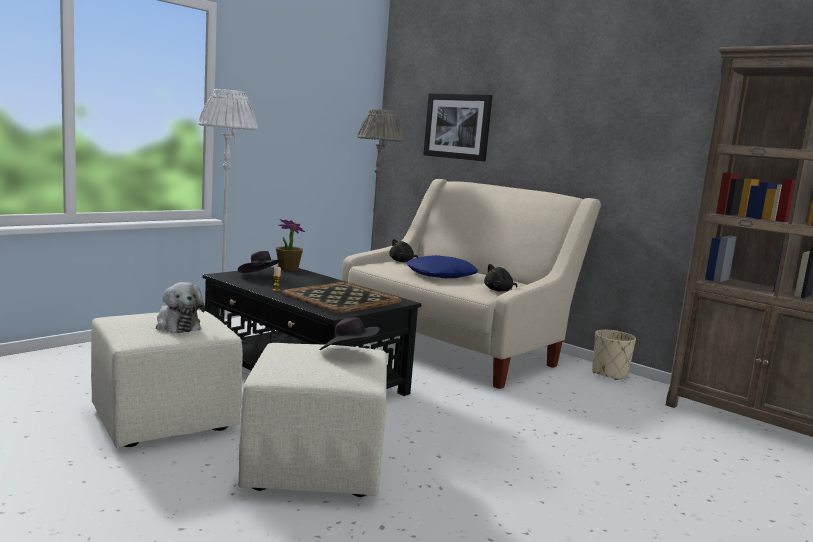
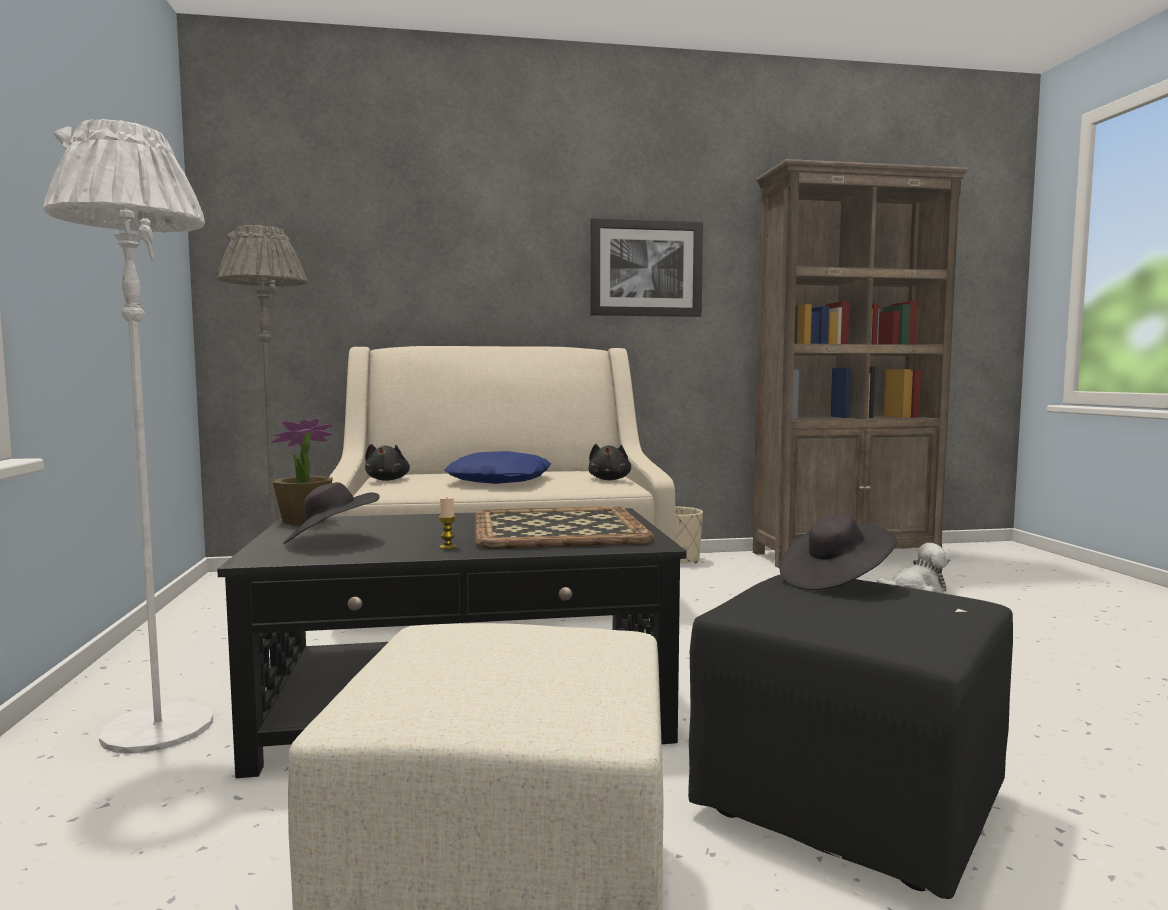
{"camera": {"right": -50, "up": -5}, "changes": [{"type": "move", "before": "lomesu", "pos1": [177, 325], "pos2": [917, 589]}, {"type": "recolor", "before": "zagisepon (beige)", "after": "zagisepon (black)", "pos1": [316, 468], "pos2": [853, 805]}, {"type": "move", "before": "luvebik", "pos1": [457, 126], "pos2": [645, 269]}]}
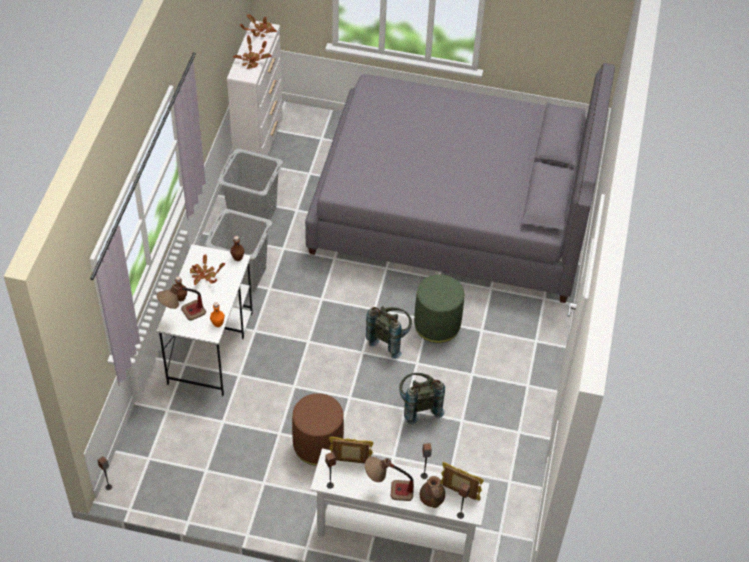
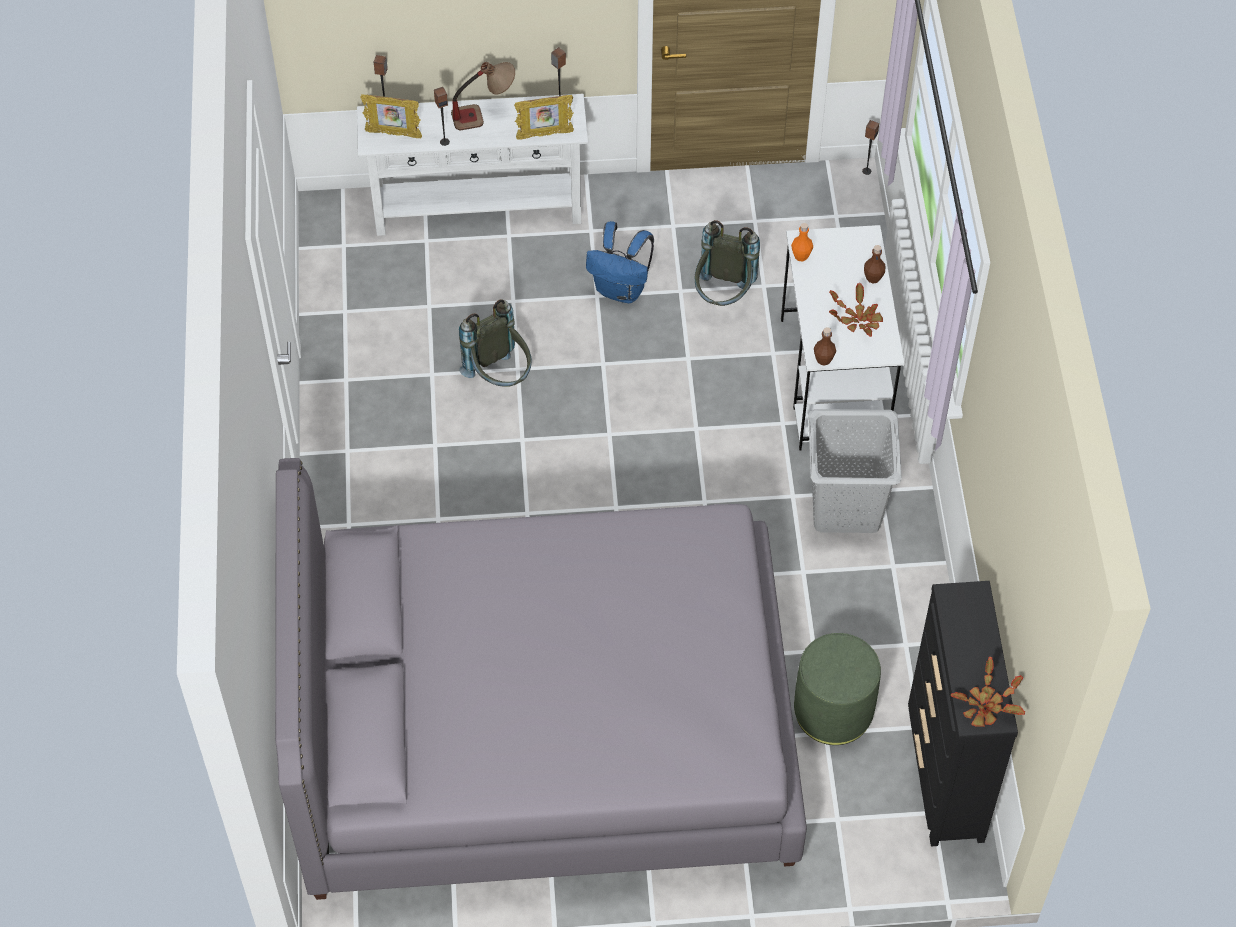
{"camera": {"right": 165, "up": 5}, "changes": [{"type": "delete", "before": "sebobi", "pos1": [182, 316]}, {"type": "delete", "before": "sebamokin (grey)", "pos1": [253, 214]}, {"type": "recolor", "before": "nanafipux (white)", "after": "nanafipux (black)", "pos1": [259, 143], "pos2": [945, 773]}, {"type": "delete", "before": "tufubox", "pos1": [252, 60]}, {"type": "replace", "before": "zagisepon (brown)", "after": "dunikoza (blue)", "pos1": [317, 444], "pos2": [621, 289]}, {"type": "move", "before": "dunikoza (grey)", "pos1": [390, 339], "pos2": [722, 297]}, {"type": "move", "before": "zagisepon (green)", "pos1": [437, 325], "pos2": [833, 710]}, {"type": "delete", "before": "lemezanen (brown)", "pos1": [432, 499]}]}
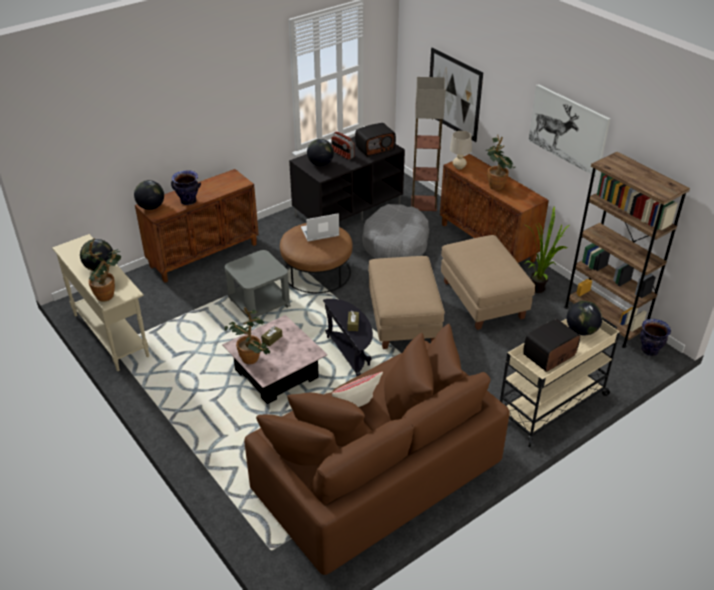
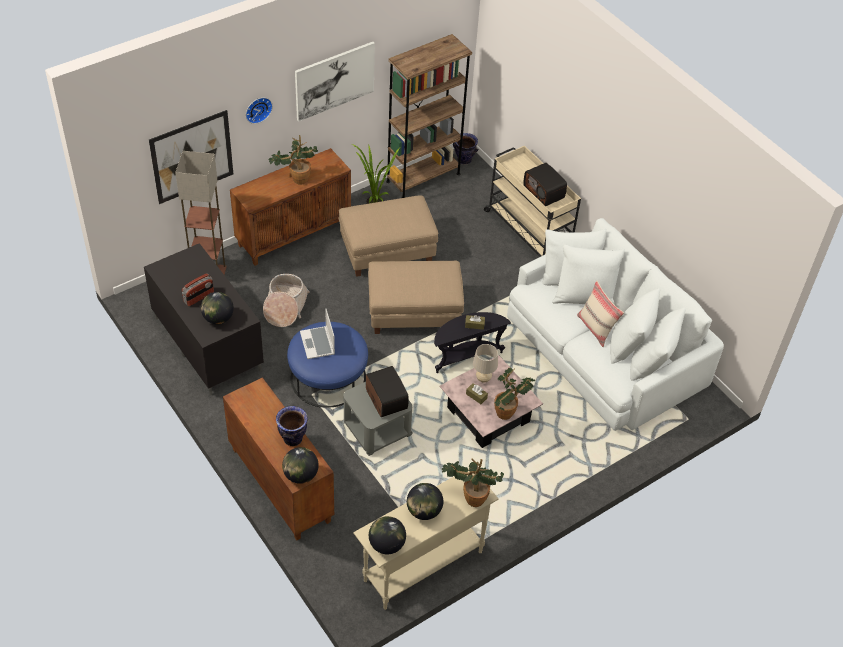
{"camera": {"right": -90, "up": 10}, "changes": [{"type": "recolor", "before": "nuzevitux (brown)", "after": "nuzevitux (white)", "pos1": [372, 471], "pos2": [604, 351]}, {"type": "recolor", "before": "zagisepon (brown)", "after": "zagisepon (blue)", "pos1": [317, 272], "pos2": [328, 377]}, {"type": "move", "before": "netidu", "pos1": [375, 148], "pos2": [385, 399]}, {"type": "replace", "before": "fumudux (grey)", "after": "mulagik", "pos1": [396, 244], "pos2": [285, 307]}, {"type": "move", "before": "sebobi (beige)", "pos1": [459, 167], "pos2": [483, 379]}, {"type": "move", "before": "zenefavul", "pos1": [581, 331], "pos2": [387, 545]}, {"type": "insert", "after": "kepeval", "pos2": [257, 109]}]}
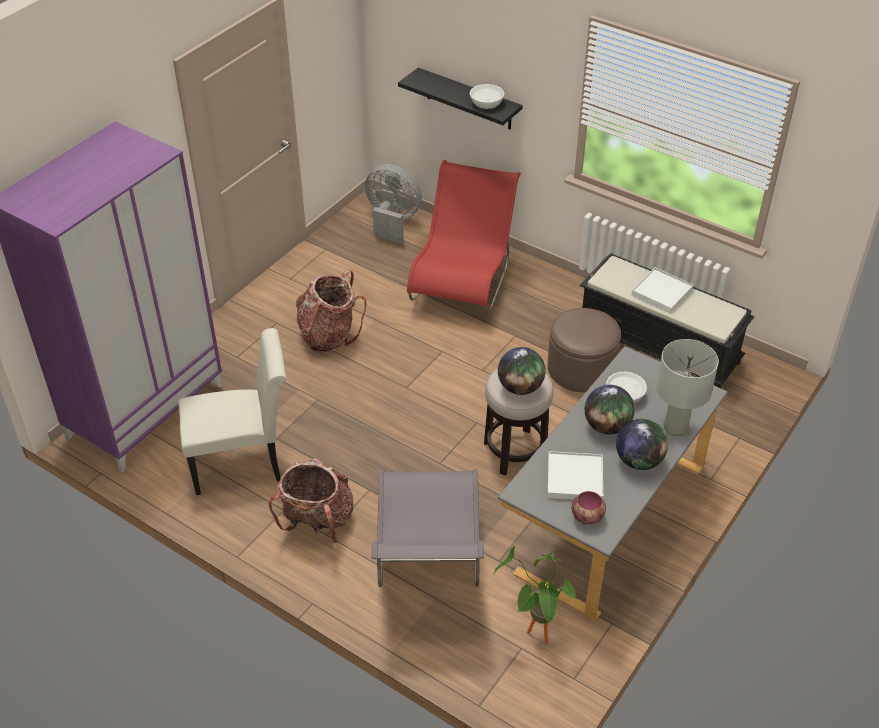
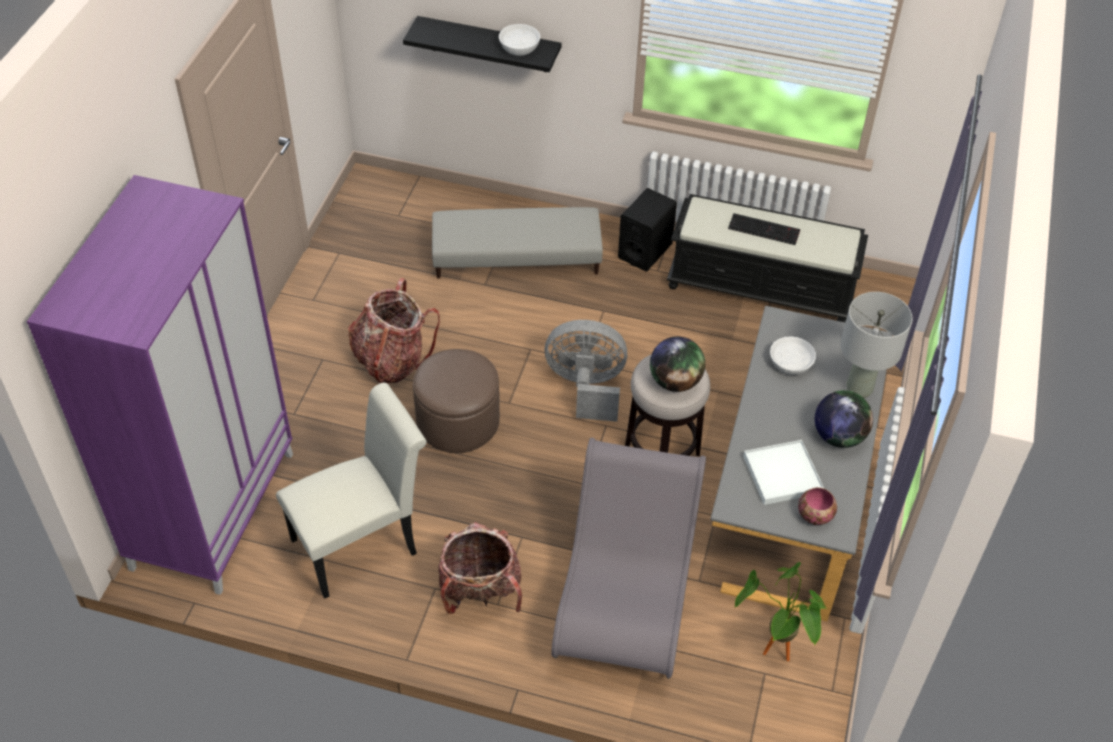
{"camera": {"right": -20, "up": 5}, "changes": [{"type": "move", "before": "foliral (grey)", "pos1": [392, 221], "pos2": [586, 387]}, {"type": "rotate", "before": "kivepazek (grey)", "pos1": [428, 562], "pos2": [624, 604], "turn": -150}, {"type": "replace", "before": "kivepazek (red)", "after": "zagisepon (grey)", "pos1": [463, 280], "pos2": [516, 256]}, {"type": "move", "before": "zagisepon (brown)", "pos1": [581, 368], "pos2": [458, 421]}, {"type": "delete", "before": "zenefavul", "pos1": [607, 426]}, {"type": "replace", "before": "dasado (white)", "after": "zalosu", "pos1": [662, 292], "pos2": [765, 229]}, {"type": "insert", "after": "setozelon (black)", "pos2": [645, 251]}]}
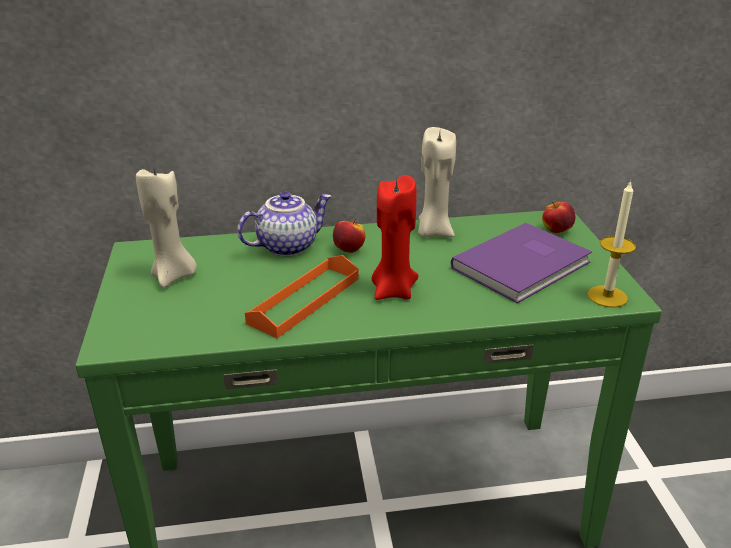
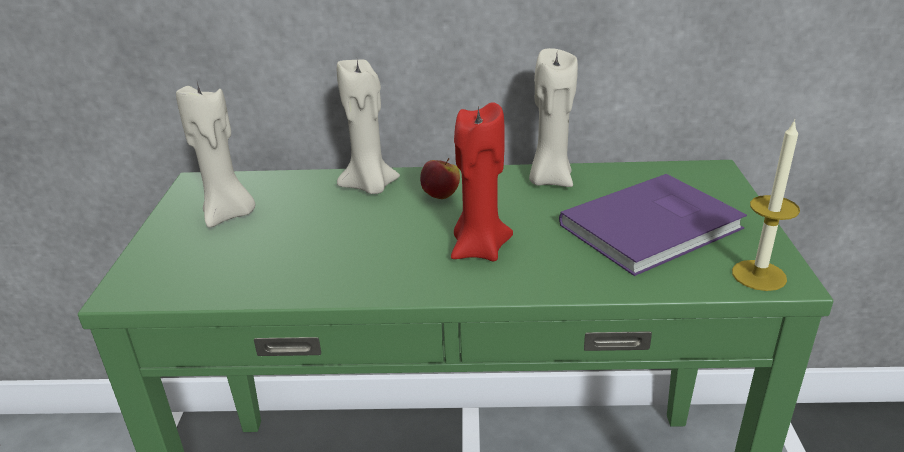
{"camera": {"right": 10, "up": 0}, "changes": [{"type": "replace", "before": "lemezanen", "after": "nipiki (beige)", "pos1": [287, 246], "pos2": [370, 187]}, {"type": "delete", "before": "dasado (orange)", "pos1": [304, 300]}, {"type": "delete", "before": "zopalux", "pos1": [556, 231]}]}
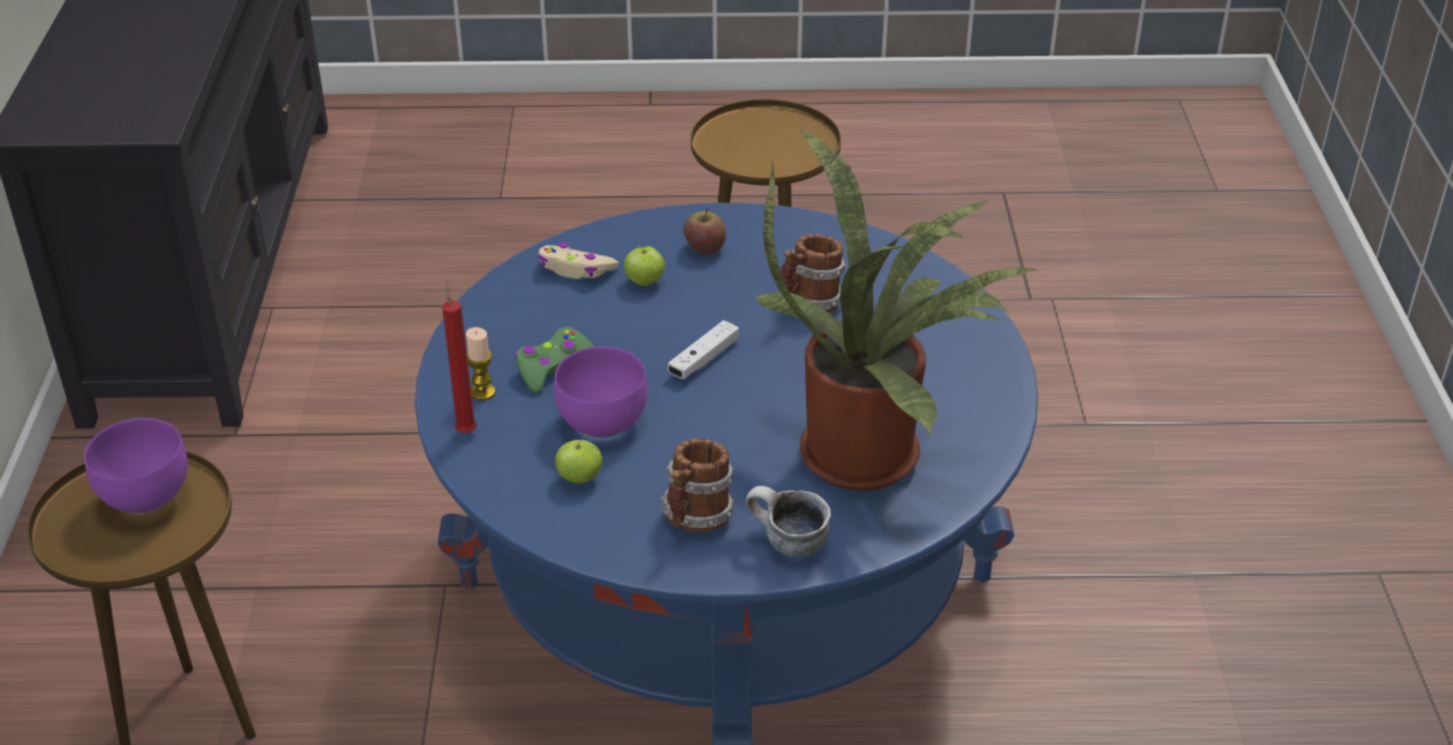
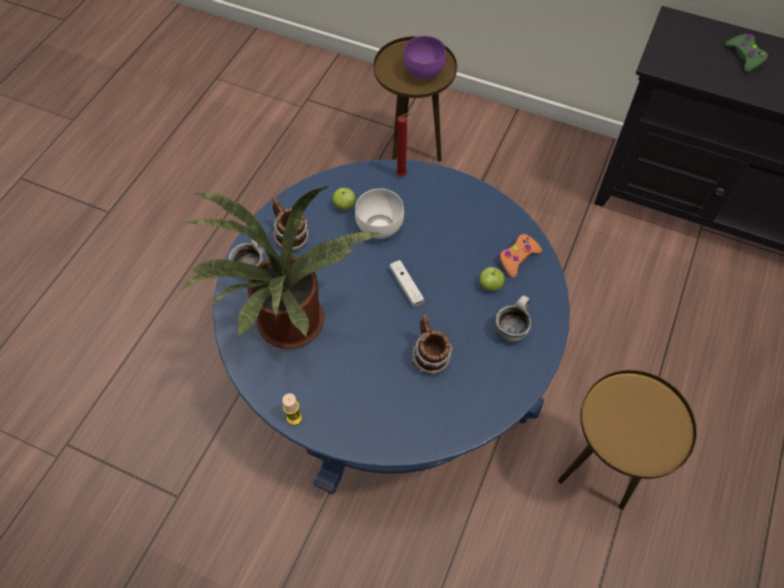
{"camera": {"right": 115, "up": 20}, "changes": [{"type": "move", "before": "nipiki", "pos1": [482, 392], "pos2": [294, 418]}, {"type": "move", "before": "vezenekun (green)", "pos1": [554, 367], "pos2": [744, 56]}, {"type": "recolor", "before": "vezenekun (beige)", "after": "vezenekun (orange)", "pos1": [576, 269], "pos2": [517, 258]}, {"type": "recolor", "before": "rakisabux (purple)", "after": "rakisabux (white)", "pos1": [601, 420], "pos2": [381, 227]}, {"type": "replace", "before": "zopalux", "after": "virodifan", "pos1": [704, 248], "pos2": [511, 327]}]}
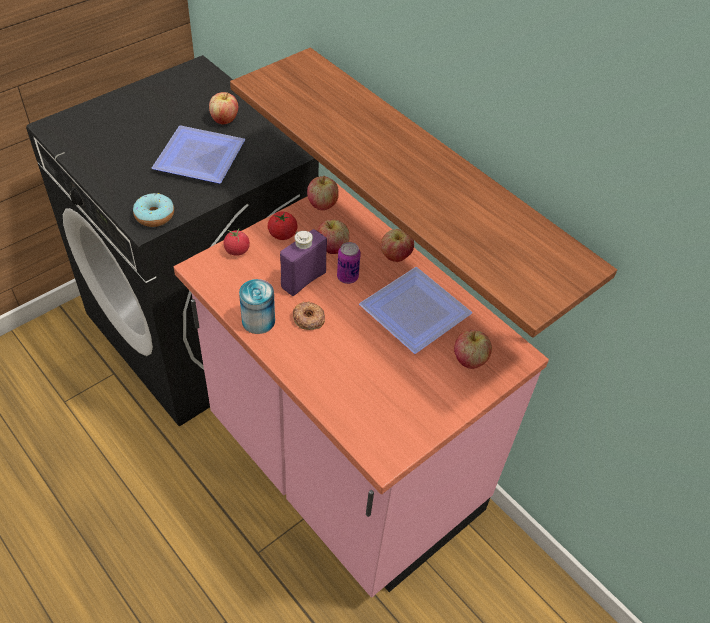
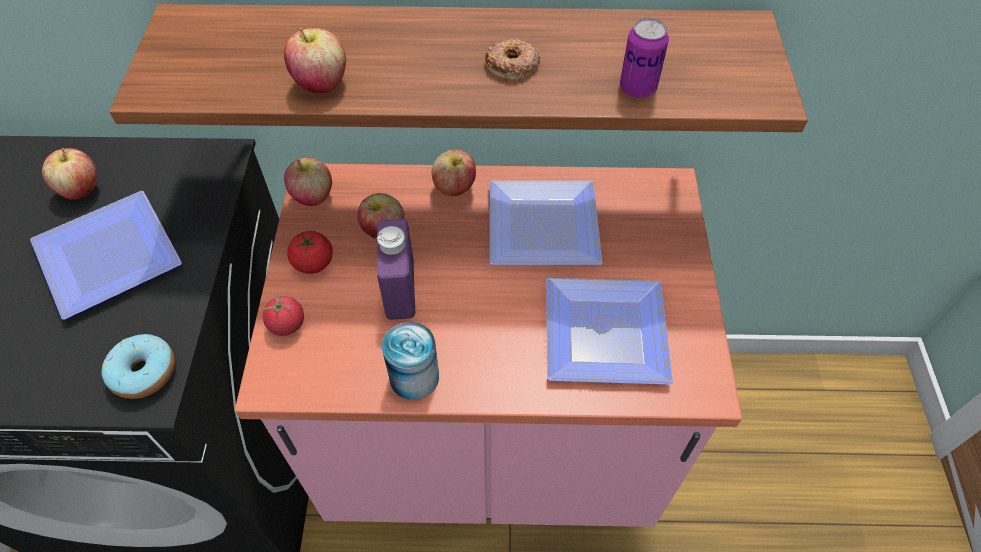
{"camera": {"right": -45, "up": 5}, "changes": [{"type": "move", "before": "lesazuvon", "pos1": [308, 318], "pos2": [512, 65]}, {"type": "move", "before": "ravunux", "pos1": [347, 277], "pos2": [637, 88]}, {"type": "move", "before": "zopalux", "pos1": [469, 360], "pos2": [321, 83]}, {"type": "insert", "after": "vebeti", "pos2": [600, 329]}]}
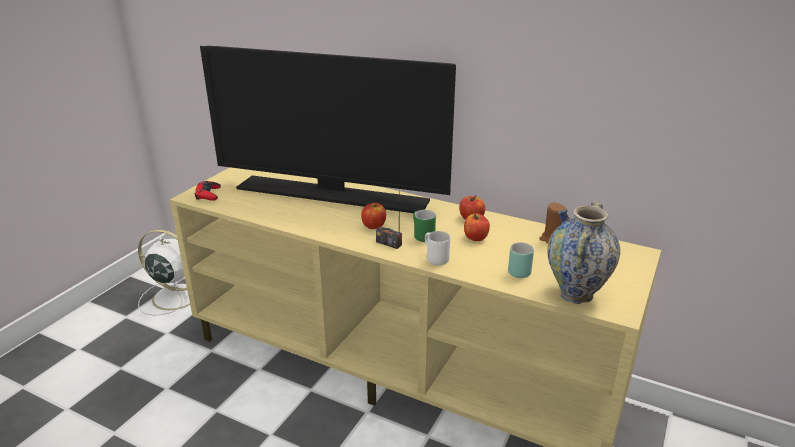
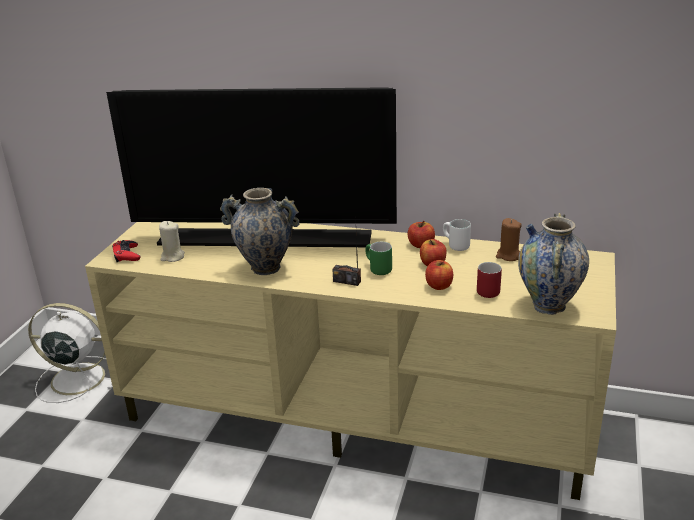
{"camera": {"right": -10, "up": 0}, "changes": [{"type": "move", "before": "zopalux", "pos1": [373, 226], "pos2": [439, 286]}, {"type": "move", "before": "virodifan (white)", "pos1": [433, 258], "pos2": [454, 246]}, {"type": "recolor", "before": "virodifan (turquoise)", "after": "virodifan (red)", "pos1": [518, 270], "pos2": [485, 290]}, {"type": "insert", "after": "nipiki (beige)", "pos2": [172, 257]}, {"type": "insert", "after": "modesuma", "pos2": [265, 268]}]}
